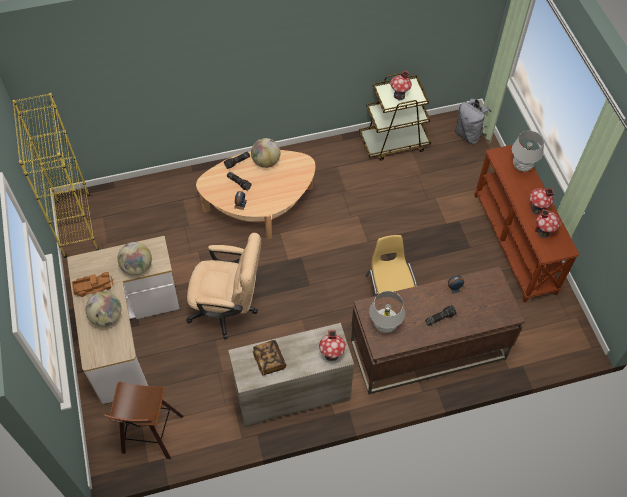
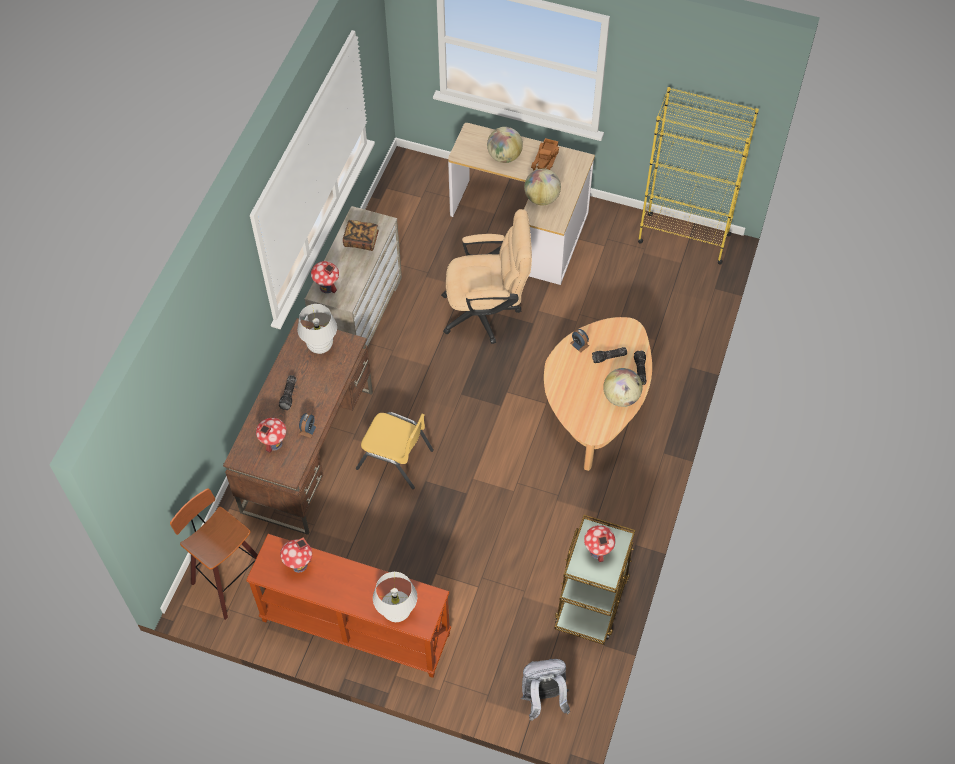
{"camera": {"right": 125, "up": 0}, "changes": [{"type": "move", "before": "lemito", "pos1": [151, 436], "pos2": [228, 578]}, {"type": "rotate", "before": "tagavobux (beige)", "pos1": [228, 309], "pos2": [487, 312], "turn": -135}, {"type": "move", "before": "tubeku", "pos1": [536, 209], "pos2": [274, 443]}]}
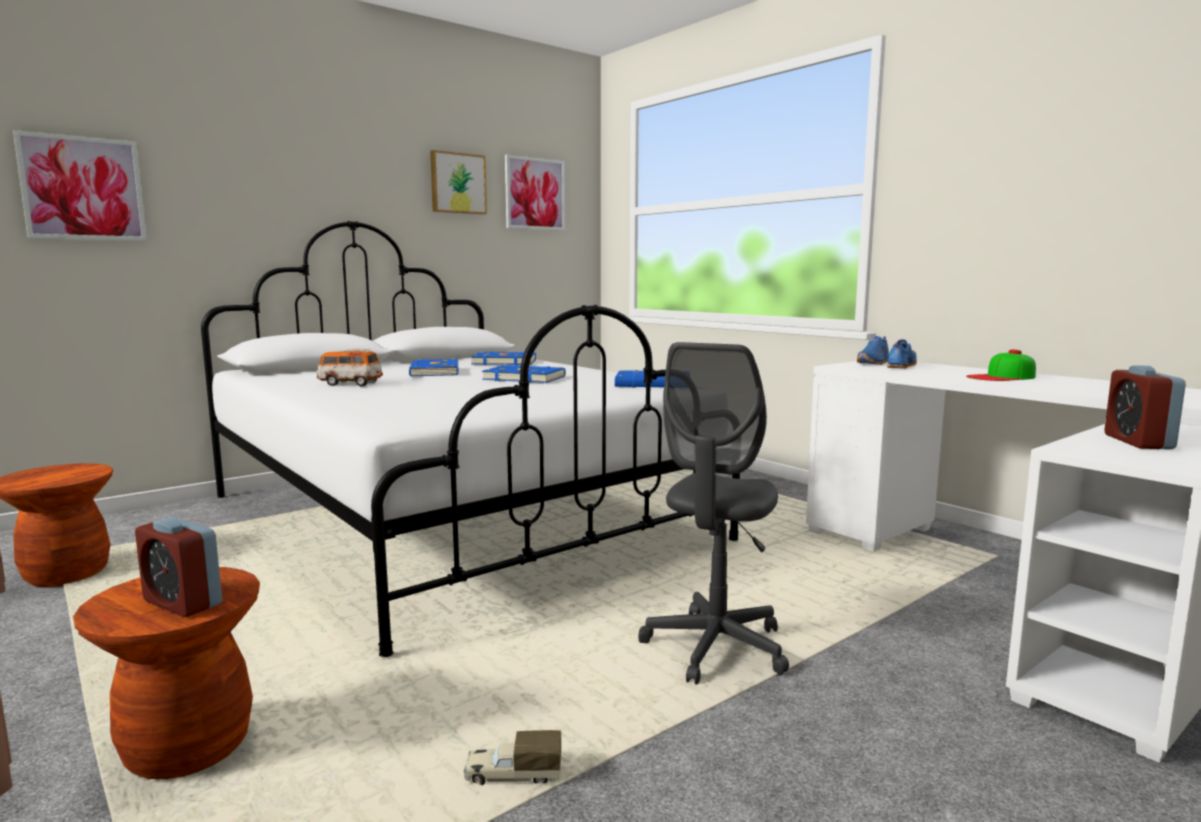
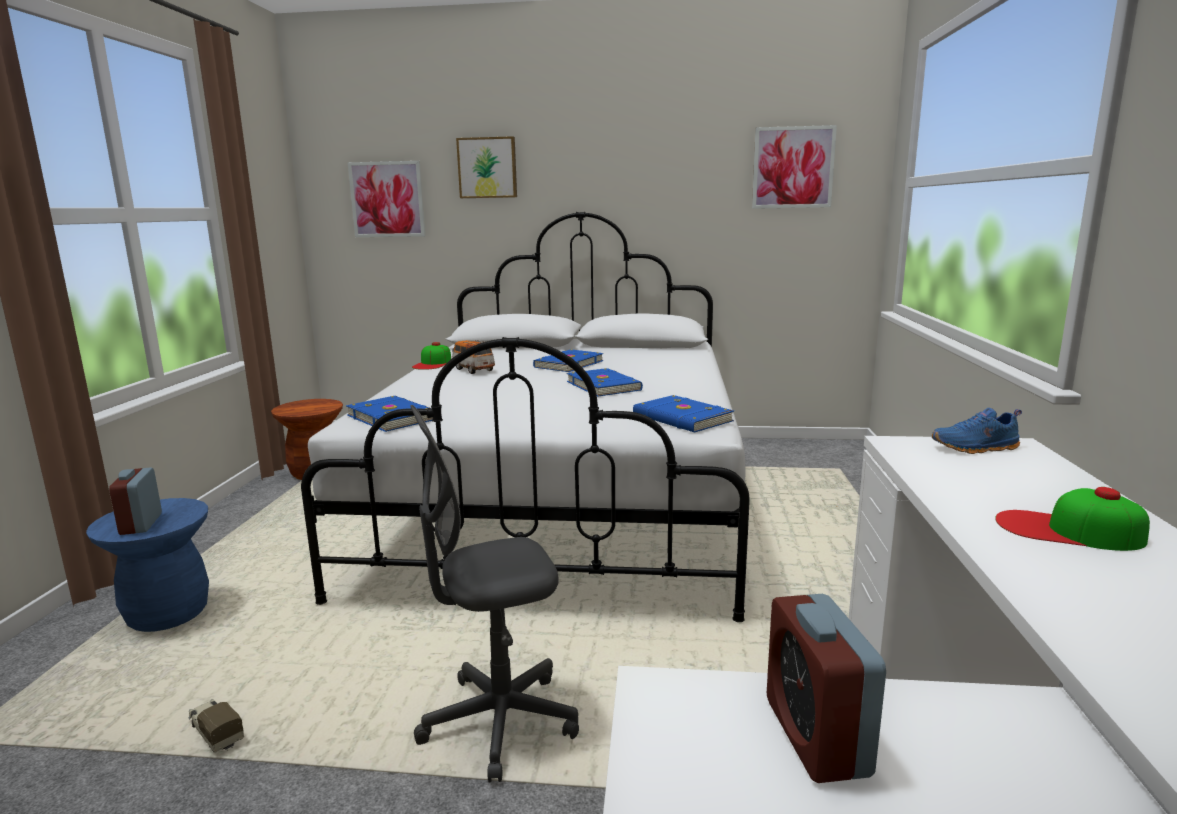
{"camera": {"right": 45, "up": 5}, "changes": [{"type": "recolor", "before": "lemito (brown)", "after": "lemito (blue)", "pos1": [188, 749], "pos2": [168, 615]}, {"type": "move", "before": "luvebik", "pos1": [457, 183], "pos2": [487, 168]}, {"type": "move", "before": "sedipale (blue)", "pos1": [504, 362], "pos2": [393, 417]}, {"type": "delete", "before": "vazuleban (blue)", "pos1": [900, 366]}, {"type": "rotate", "before": "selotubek", "pos1": [1138, 442], "pos2": [816, 736], "turn": -60}, {"type": "insert", "after": "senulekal", "pos2": [433, 364]}]}
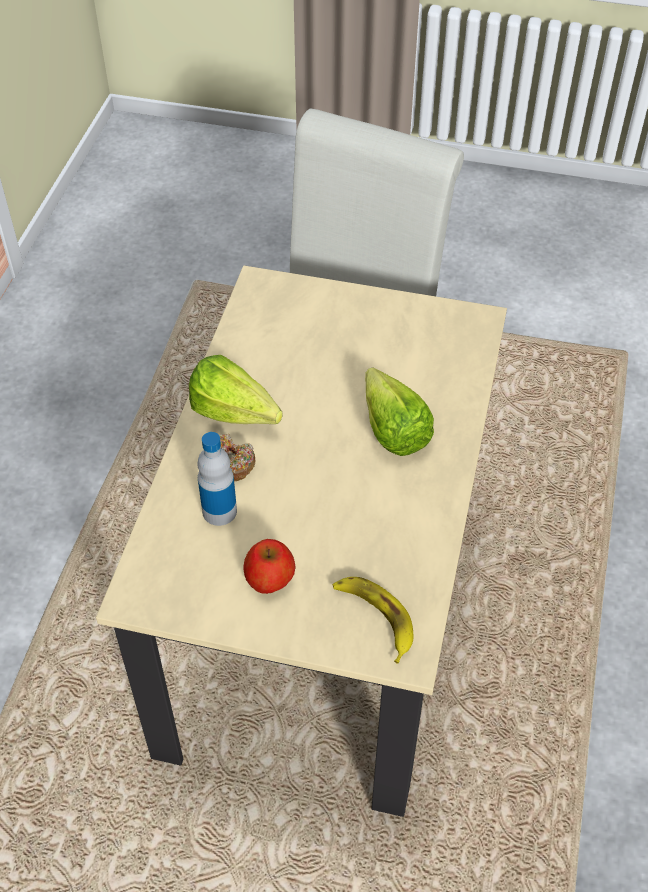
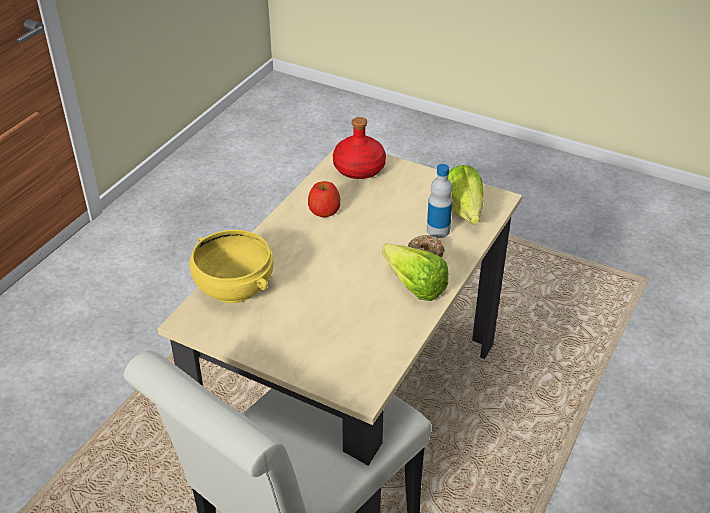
{"camera": {"right": -165, "up": -10}, "changes": [{"type": "move", "before": "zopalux", "pos1": [269, 578], "pos2": [324, 210]}, {"type": "replace", "before": "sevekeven", "after": "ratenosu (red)", "pos1": [374, 617], "pos2": [359, 168]}, {"type": "move", "before": "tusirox", "pos1": [391, 425], "pos2": [463, 215]}, {"type": "insert", "after": "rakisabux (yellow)", "pos2": [233, 288]}]}
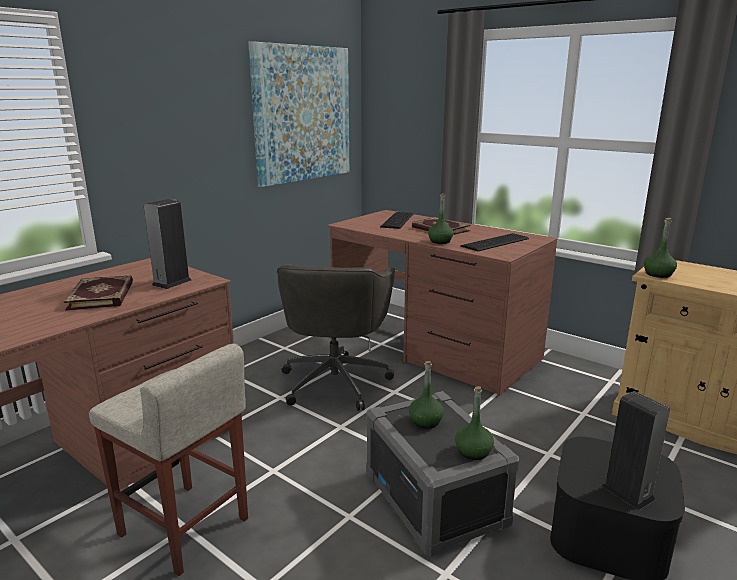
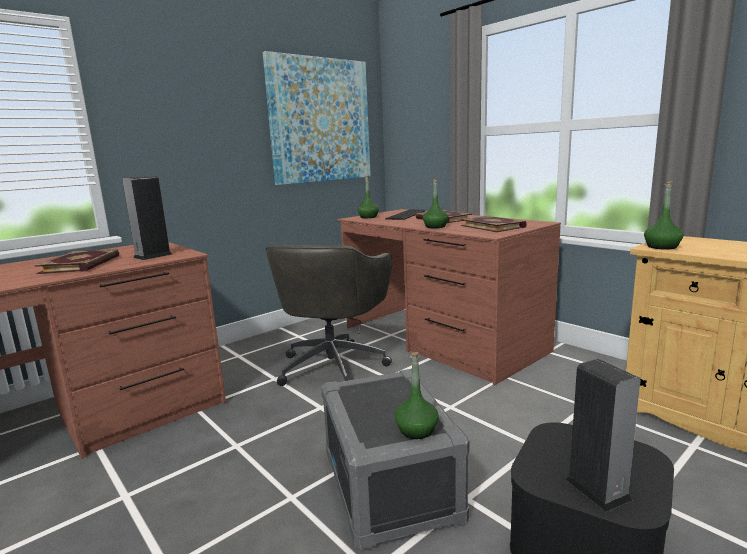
{"camera": {"right": 10, "up": -5}, "changes": [{"type": "delete", "before": "lemito (beige)", "pos1": [185, 527]}, {"type": "move", "before": "ratenosu (green)", "pos1": [425, 421], "pos2": [368, 217]}, {"type": "replace", "before": "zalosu", "after": "sedipale", "pos1": [497, 242], "pos2": [493, 226]}]}
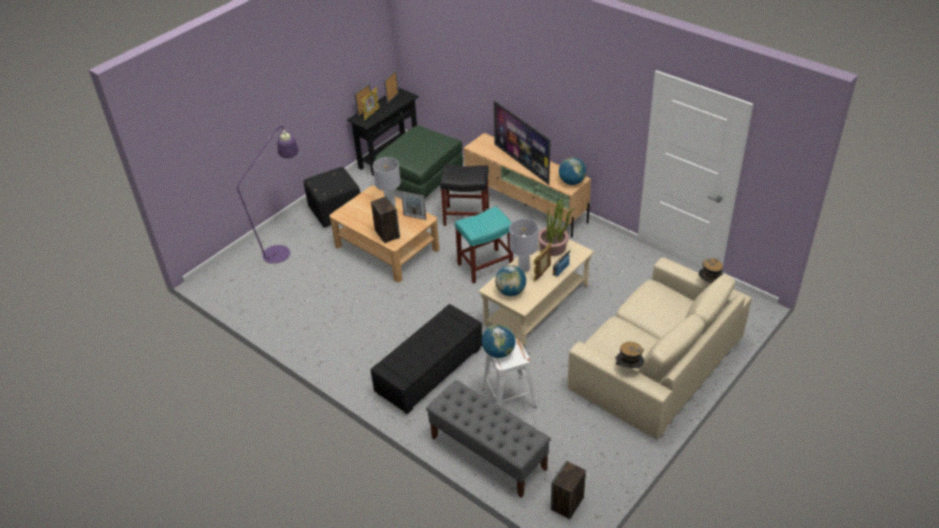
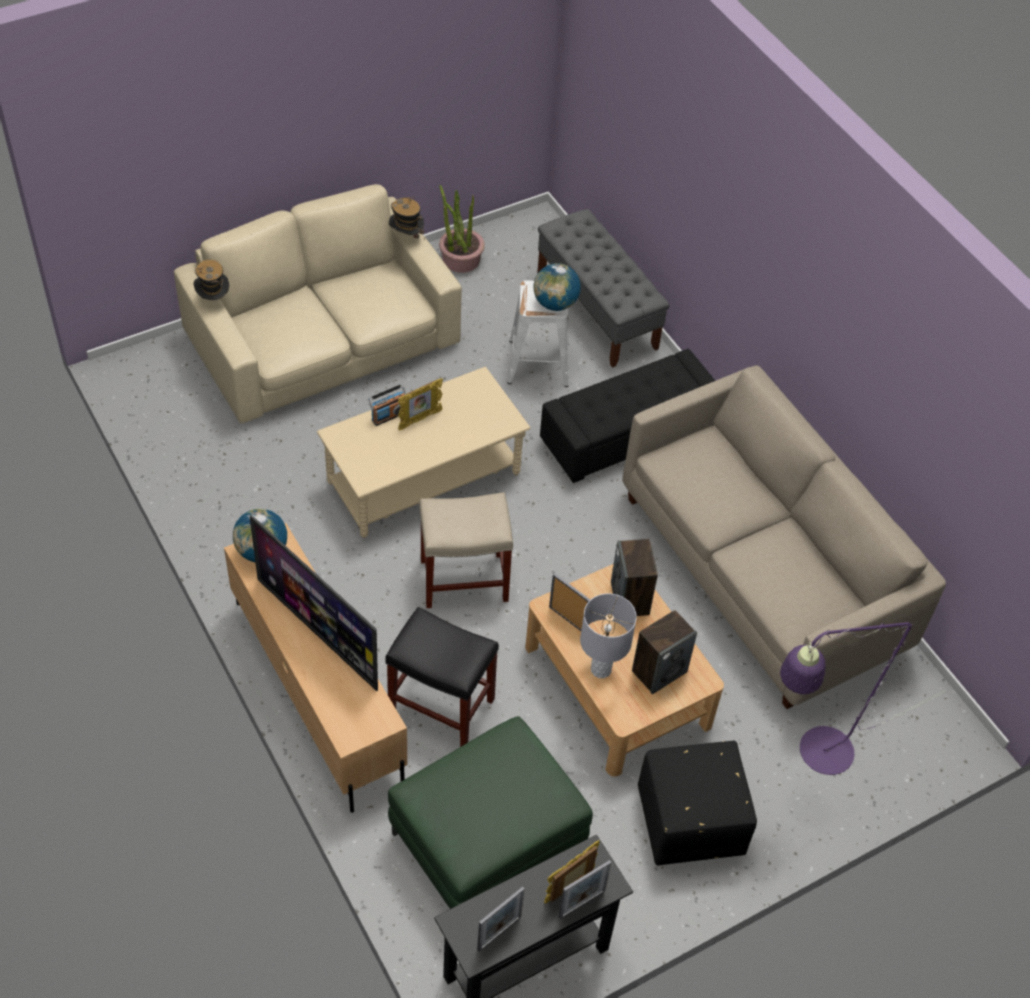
{"camera": {"right": -165, "up": 10}, "changes": [{"type": "recolor", "before": "lemito (turquoise)", "after": "lemito (beige)", "pos1": [486, 265], "pos2": [462, 580]}, {"type": "rotate", "before": "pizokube", "pos1": [522, 163], "pos2": [319, 632], "turn": 150}, {"type": "delete", "before": "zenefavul", "pos1": [510, 291]}, {"type": "delete", "before": "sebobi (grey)", "pos1": [523, 269]}, {"type": "move", "before": "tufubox", "pos1": [553, 247], "pos2": [460, 259]}, {"type": "move", "before": "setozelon", "pos1": [567, 504], "pos2": [659, 671]}, {"type": "insert", "after": "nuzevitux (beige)", "pos2": [762, 572]}]}
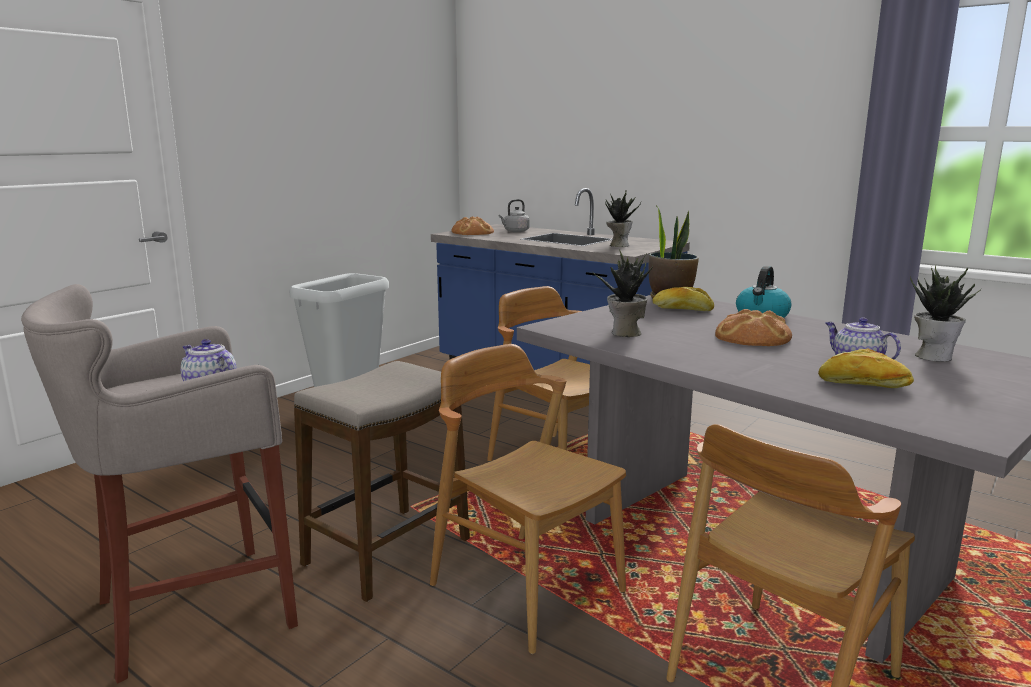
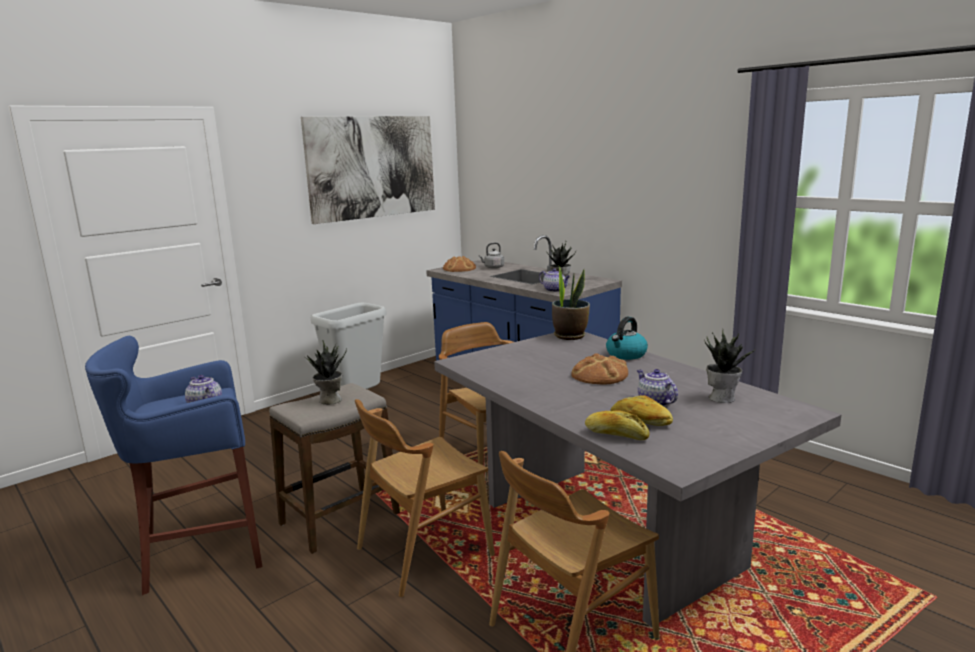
{"camera": {"right": 10, "up": 0}, "changes": [{"type": "recolor", "before": "lemito (grey)", "after": "lemito (blue)", "pos1": [189, 612], "pos2": [198, 552]}, {"type": "rotate", "before": "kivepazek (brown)", "pos1": [526, 587], "pos2": [424, 551], "turn": -90}, {"type": "move", "before": "tufubox", "pos1": [625, 333], "pos2": [329, 400]}, {"type": "move", "before": "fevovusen", "pos1": [682, 309], "pos2": [616, 435]}, {"type": "insert", "after": "luvebik", "pos2": [372, 167]}, {"type": "insert", "after": "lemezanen", "pos2": [555, 290]}]}
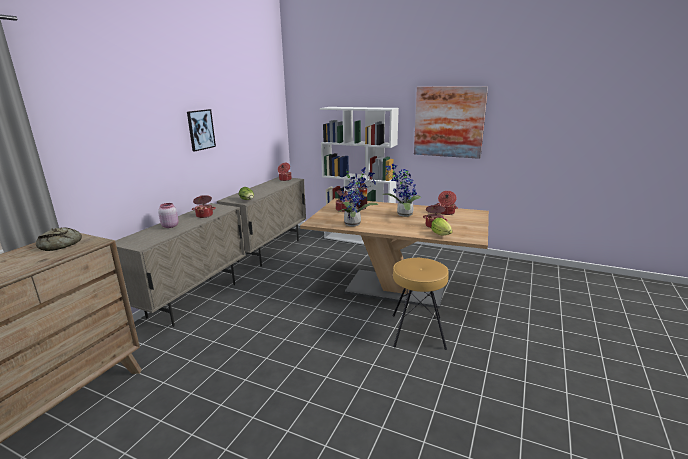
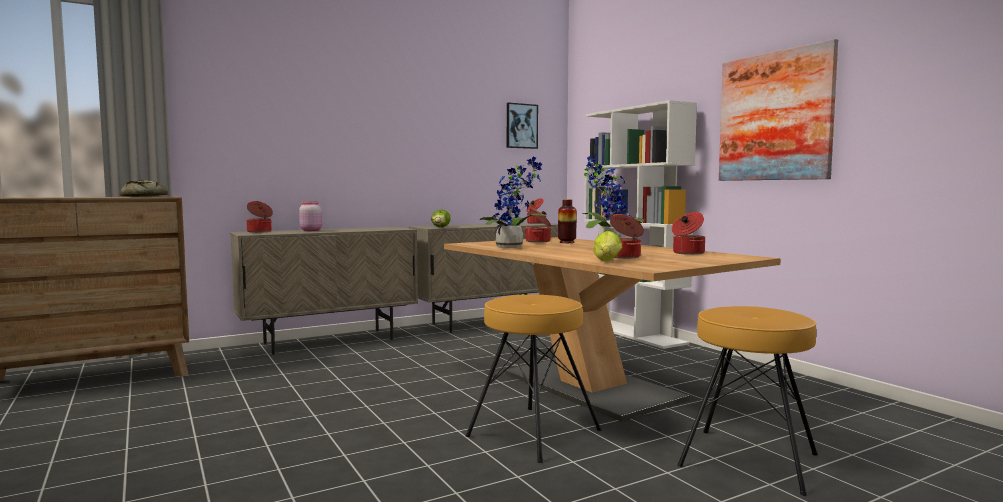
{"camera": {"right": 35, "up": -15}, "changes": [{"type": "move", "before": "luvebik", "pos1": [200, 129], "pos2": [521, 126]}, {"type": "move", "before": "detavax", "pos1": [204, 215], "pos2": [260, 231]}, {"type": "insert", "after": "lemito (brown)", "pos2": [749, 460]}]}
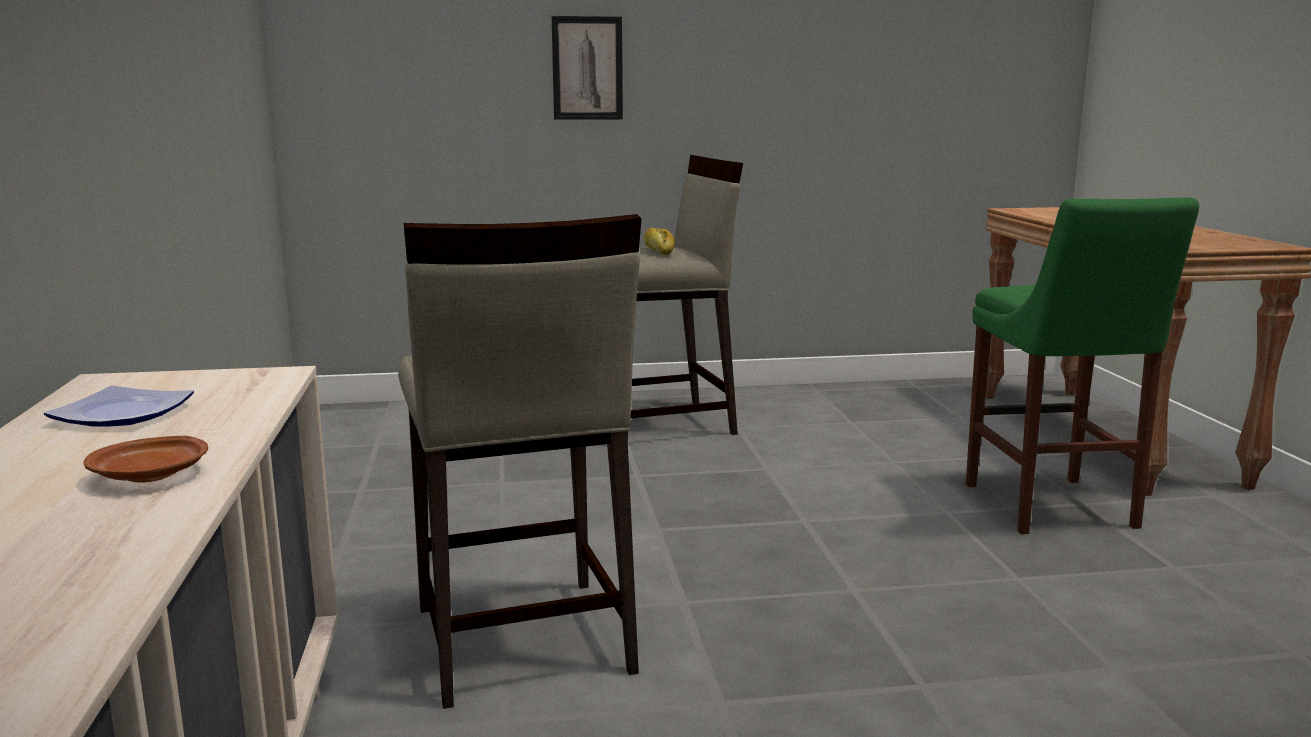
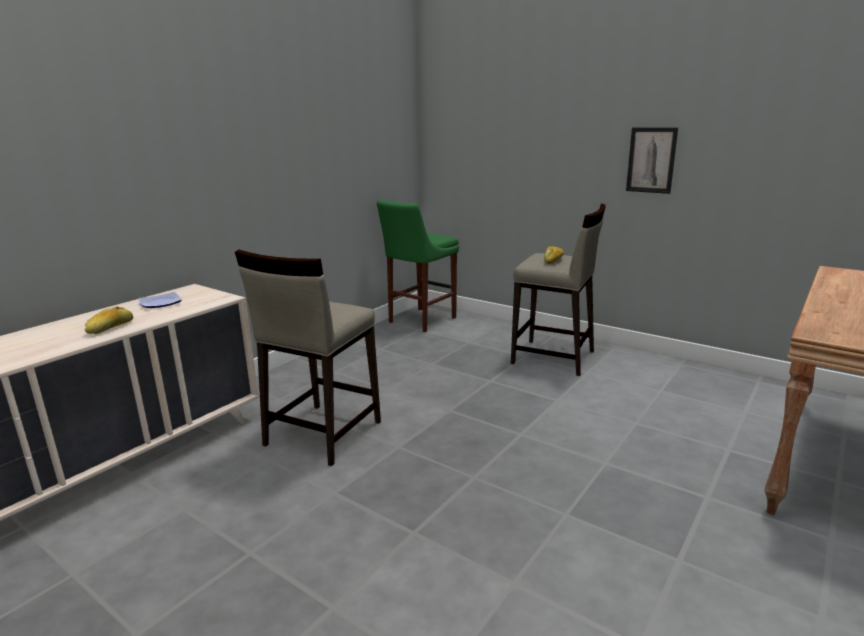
{"camera": {"right": 45, "up": 5}, "changes": [{"type": "replace", "before": "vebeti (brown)", "after": "fevovusen", "pos1": [152, 475], "pos2": [110, 328]}, {"type": "move", "before": "luvebik", "pos1": [587, 68], "pos2": [651, 160]}, {"type": "move", "before": "lemito (green)", "pos1": [1052, 509], "pos2": [420, 321]}]}
